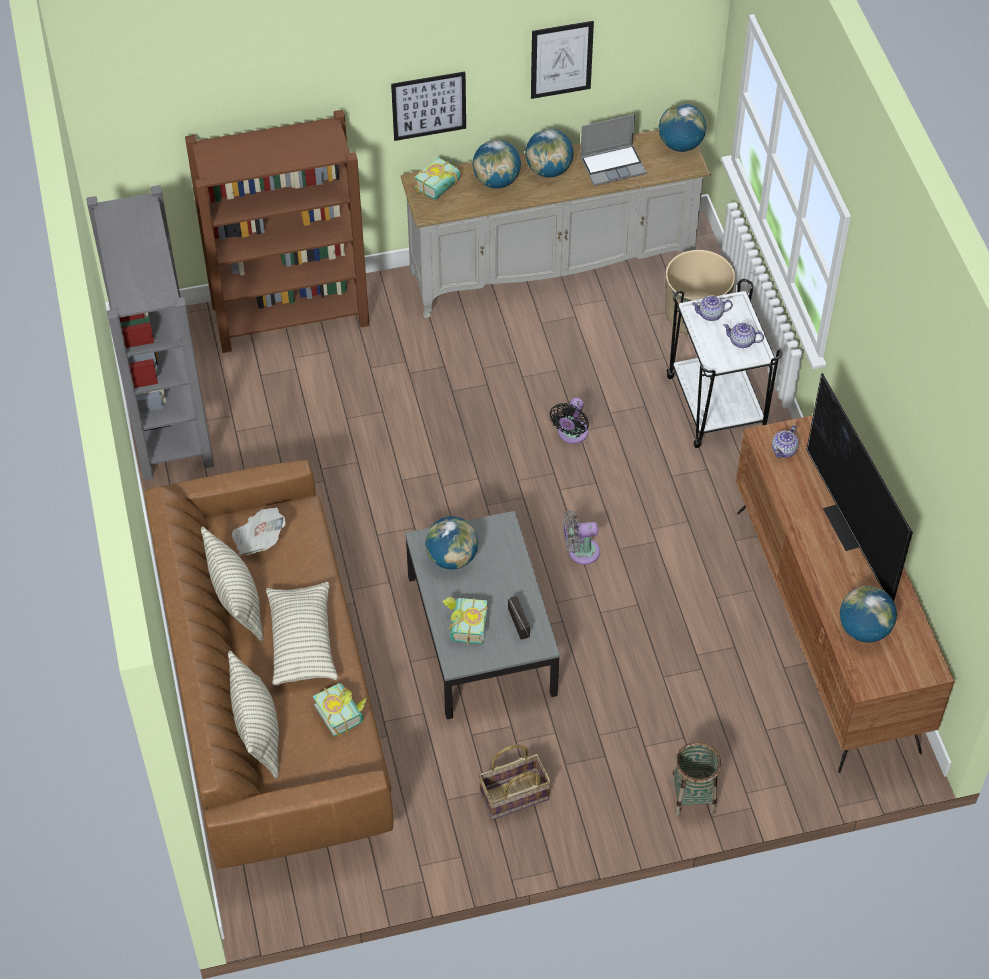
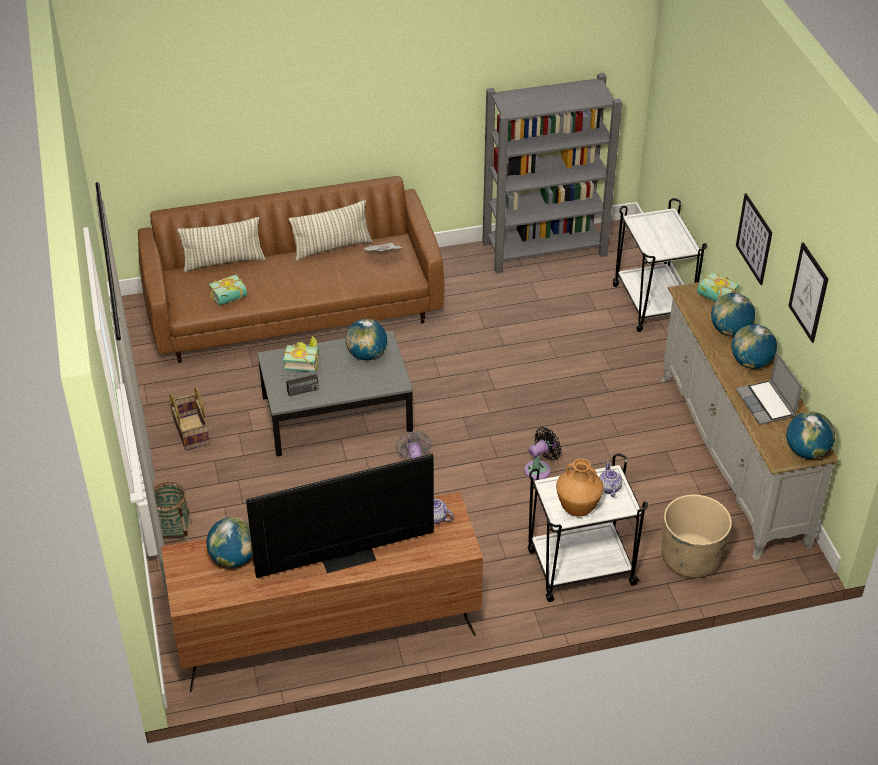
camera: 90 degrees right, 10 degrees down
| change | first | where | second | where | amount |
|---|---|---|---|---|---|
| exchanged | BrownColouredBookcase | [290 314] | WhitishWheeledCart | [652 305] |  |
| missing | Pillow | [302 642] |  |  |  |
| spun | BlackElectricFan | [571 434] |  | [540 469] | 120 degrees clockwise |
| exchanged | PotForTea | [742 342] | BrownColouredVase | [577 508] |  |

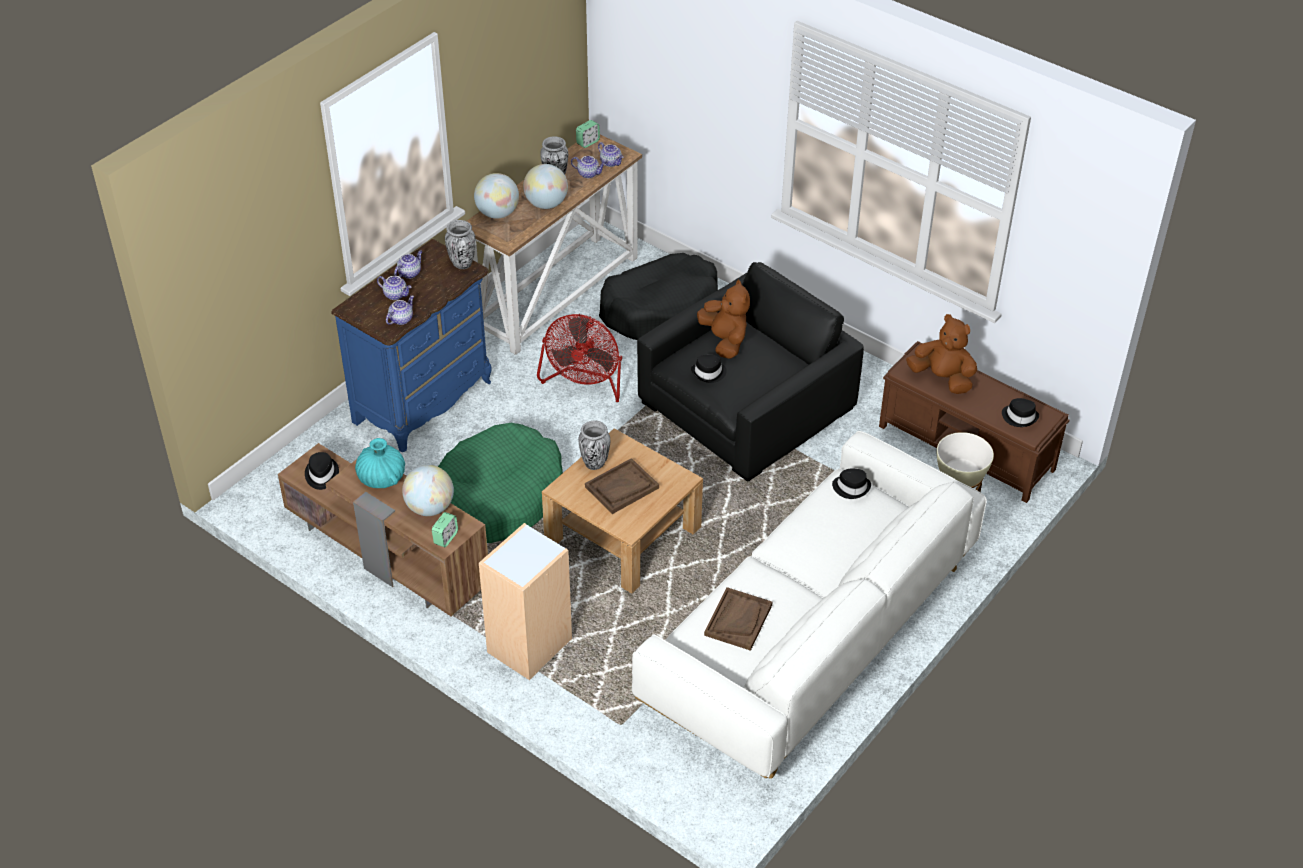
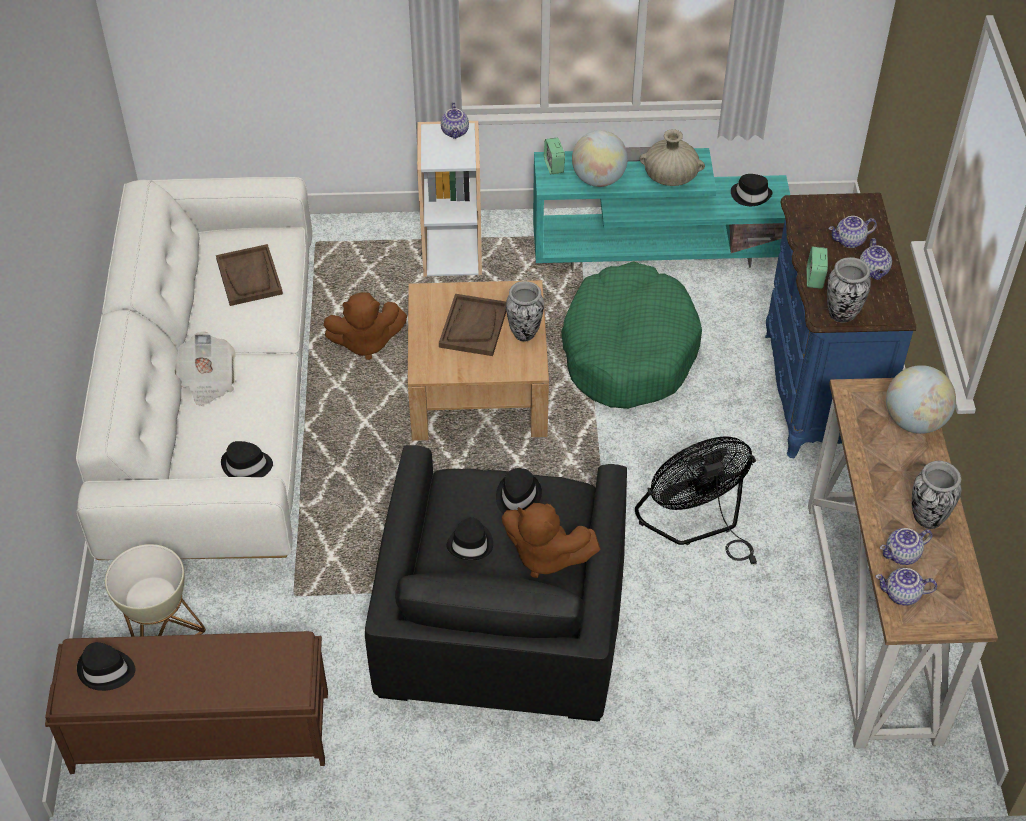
camera: 140 degrees right, 5 degrees up
| change | first | where | second | where | amount |
|---|---|---|---|---|---|
| colour | BrownColouredTvStand | [386 551] | TurquoiseColouredTvStand | [660 248] |  |
| colour | TurquoiseColouredVase | [382 478] | BeigeColouredVase | [670 177] |  |
| relocated | PotForTea | [401 319] |  | [455 132] |  |
| missing | WorldGlobe | [546 204] |  |  |  |
| colour | ReddishElectricFan | [583 380] | BlackElectricFan | [704 523] |  |
| relocated | AlarmClock | [588 142] |  | [814 278] |  |
| missing | BlackPetBed | [661 310] |  |  |  |
| relocated | BrownColouredPlushToy | [942 378] |  | [365 342] |  |
| appeared |  |  | DailyPaper | [208 381] |  |
| appeared |  |  | BlackHat | [471 543] |  |

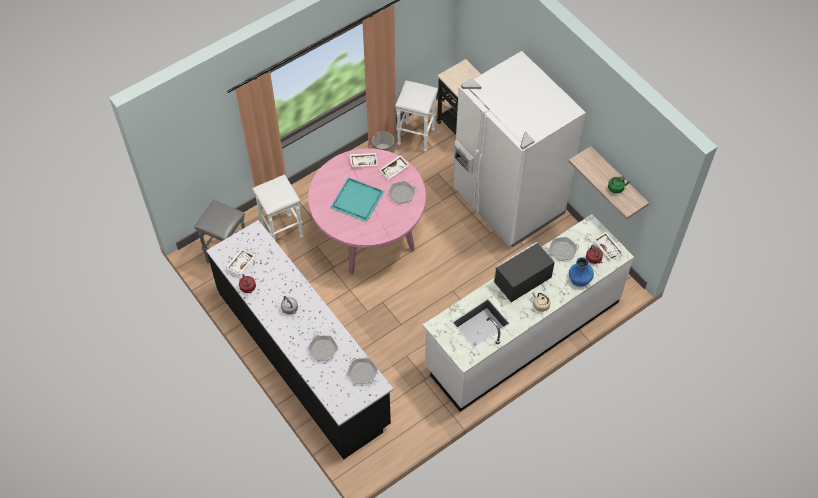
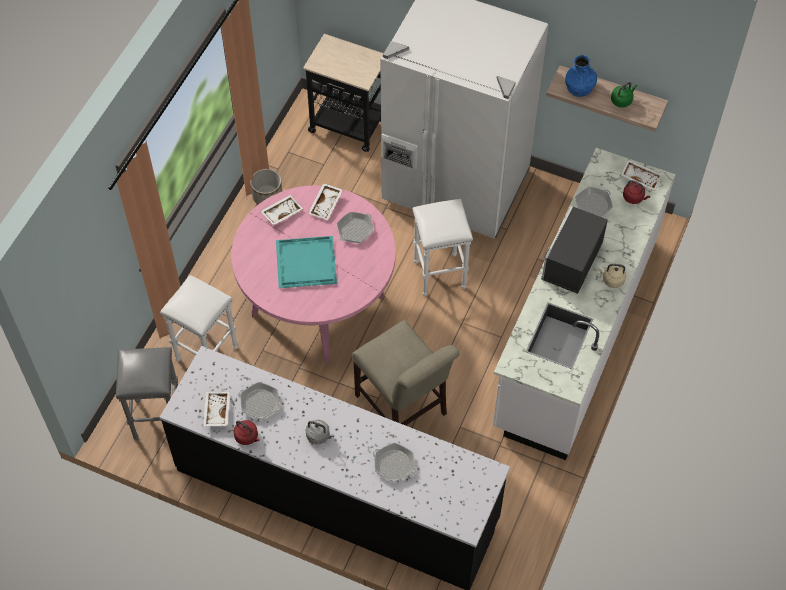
camera: 30 degrees left, 0 degrees up
| change | first | where | second | where | amount |
|---|---|---|---|---|---|
| relocated | FryingPan | [362 373] |  | [260 403] |  |
| relocated | WhitishSittingStool | [417 136] |  | [440 273] |  |
| relocated | BluishVase | [580 278] |  | [579 86] |  |
| appeared |  |  | BeigeColouredUprightChair | [403 409] |  |

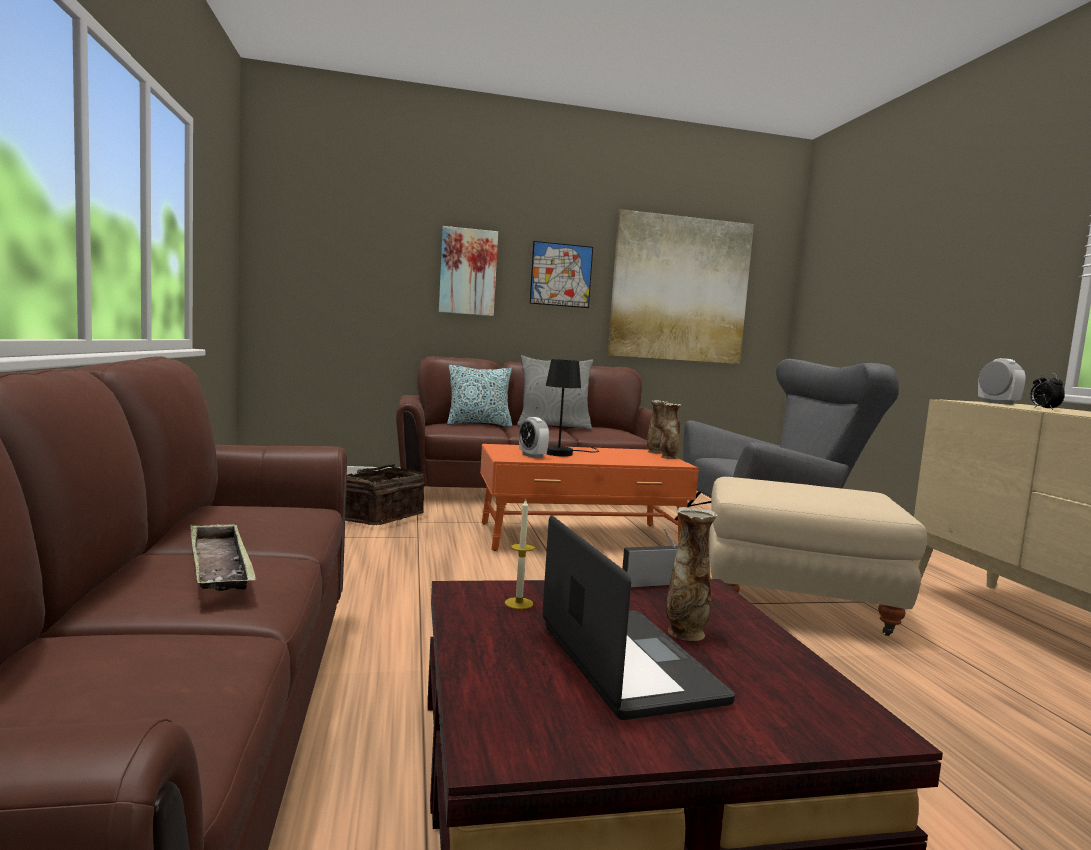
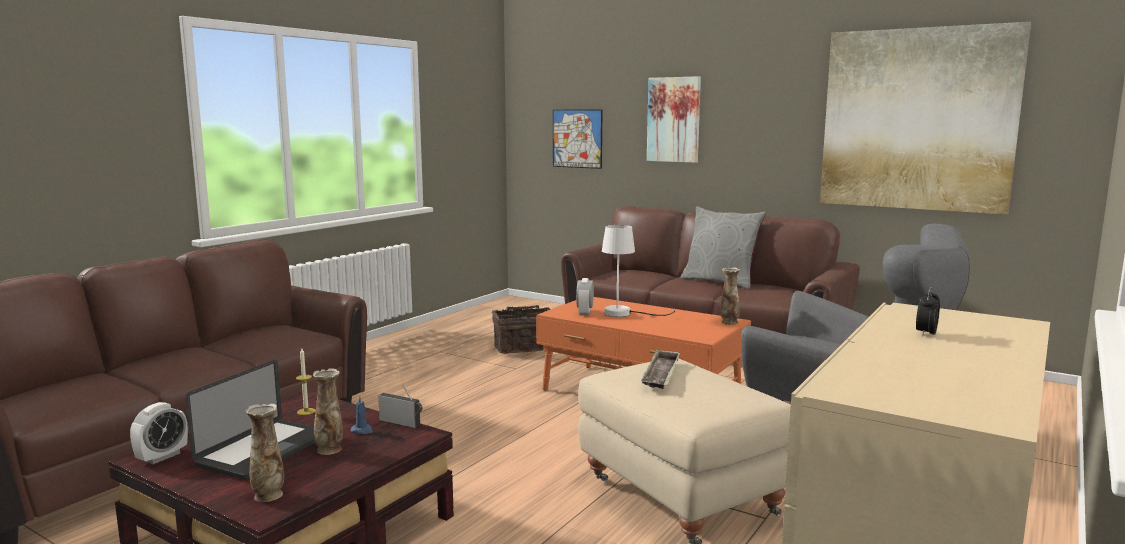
camera: 45 degrees right, 5 degrees up
| change | first | where | second | where | amount |
|---|---|---|---|---|---|
| relocated | CarryingTray | [219 565] |  | [661 374] |  |
| missing | Pillow | [478 424] |  |  |  |
| relocated | WallArt | [561 275] |  | [577 138] |  |
| colour | BlackTableLamp | [565 453] | WhitishTableLamp | [626 313] |  |
| relocated | Vase | [668 457] |  | [268 495] |  |
| relocated | AlarmClock | [997 403] |  | [162 457] |  |
| appeared |  |  | BluishWaxCandle | [362 431] |  |

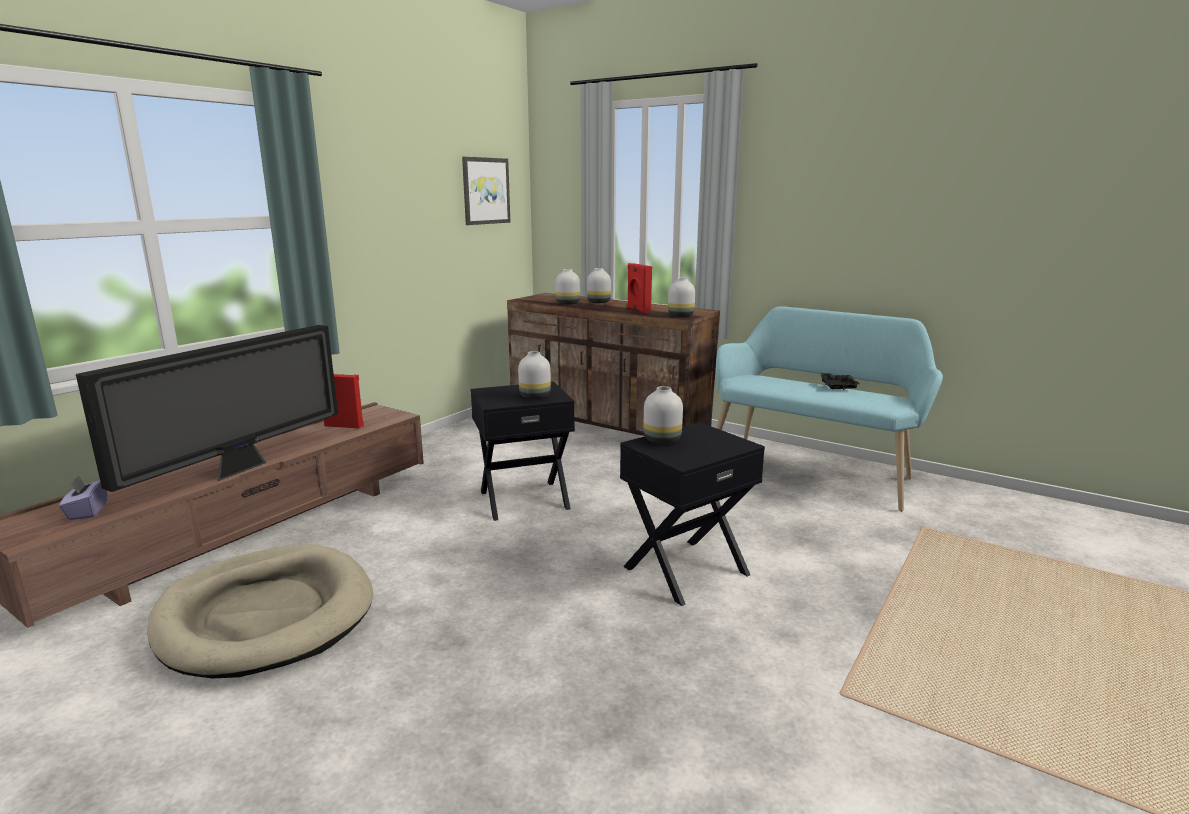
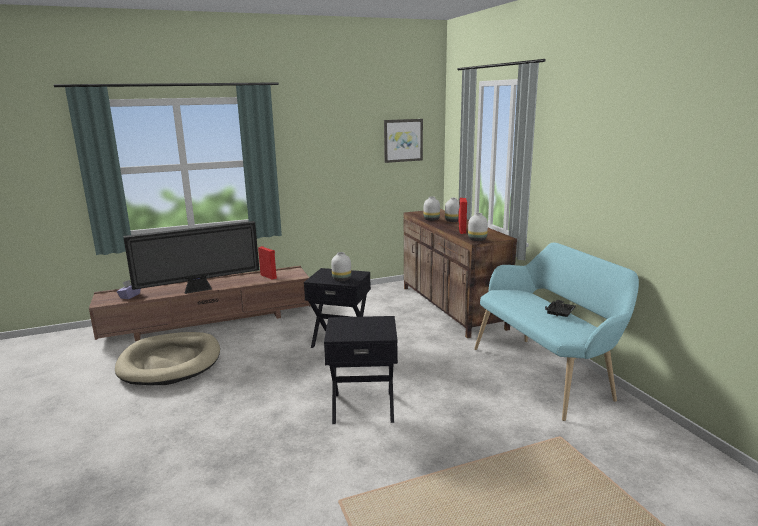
camera: 35 degrees right, 0 degrees up
| change | first | where | second | where | amount |
|---|---|---|---|---|---|
| missing | WhitishVase | [663 440] |  |  |  |

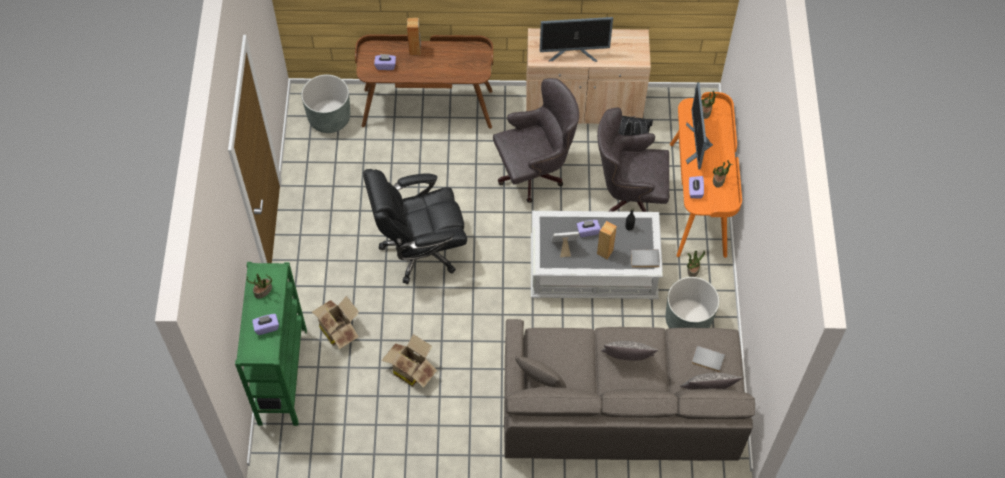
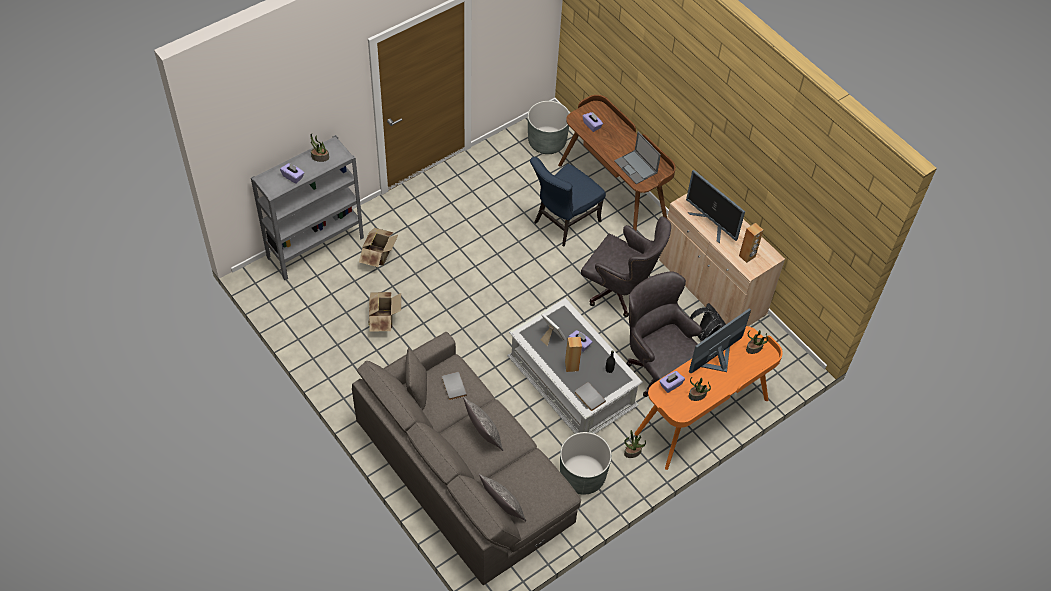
camera: 50 degrees right, 5 degrees down
| change | first | where | second | where | amount |
|---|---|---|---|---|---|
| colour | GreenColouredBookcase | [282 376] | GreyBookcase | [315 247] |  |
| missing | BlackOfficeChair | [420 249] |  |  |  |
| relocated | BrownColouredLoudspeaker | [415 50] |  | [747 256] |  |
| relocated | GreyVolume | [707 360] |  | [453 387] |  |
| appeared |  |  | BluishUprightChair | [563 223] |  |
| appeared |  |  | NotebookComputer | [636 167] |  |

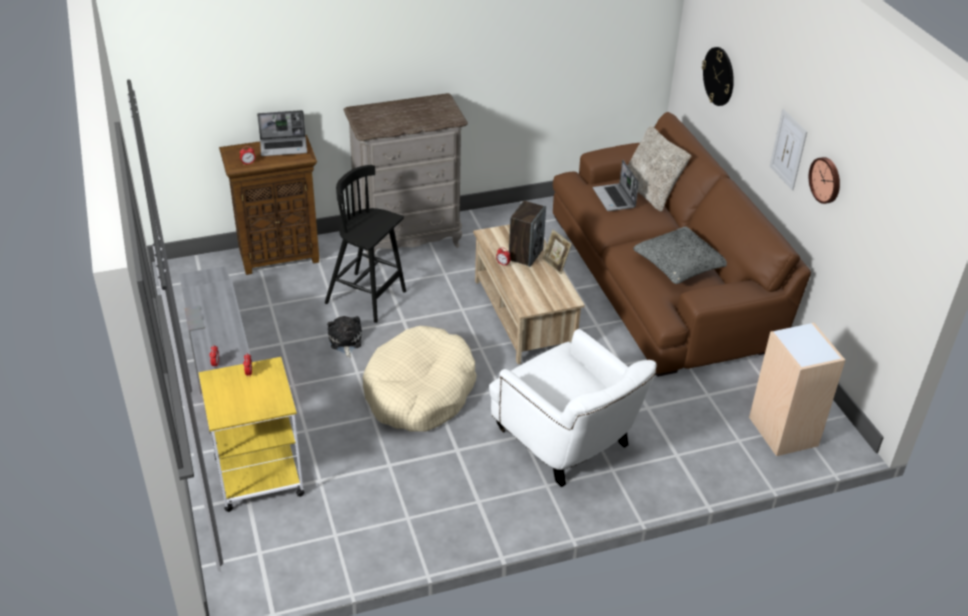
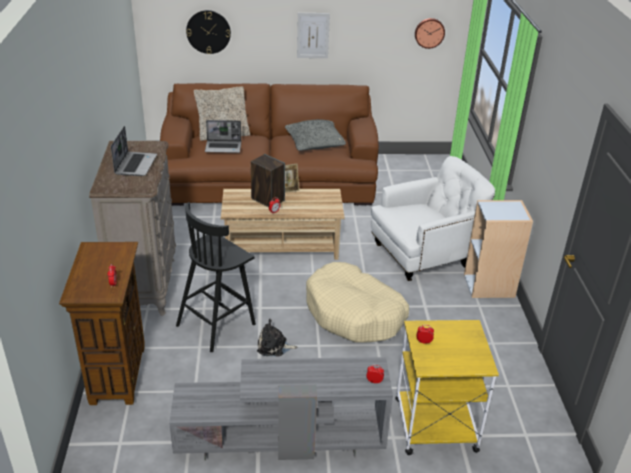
camera: 75 degrees left, 5 degrees down
| change | first | where | second | where | amount |
|---|---|---|---|---|---|
| relocated | NotebookComputer | [284 147] |  | [135 164] |  |
| relocated | Bookcase | [783 432] |  | [489 286] |  |
| relocated | WallClock | [826 180] |  | [429 32] |  |

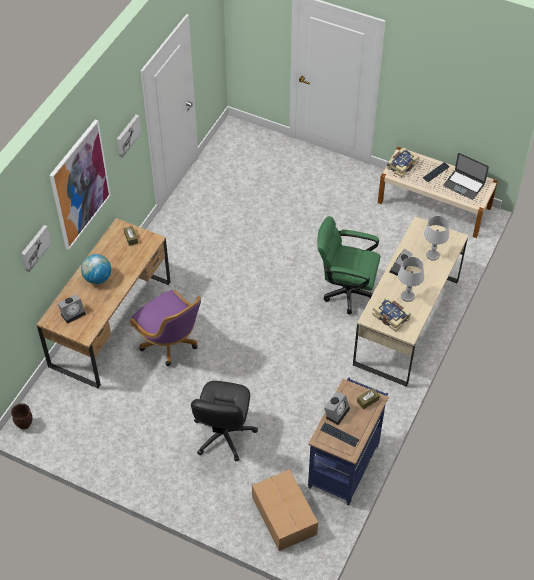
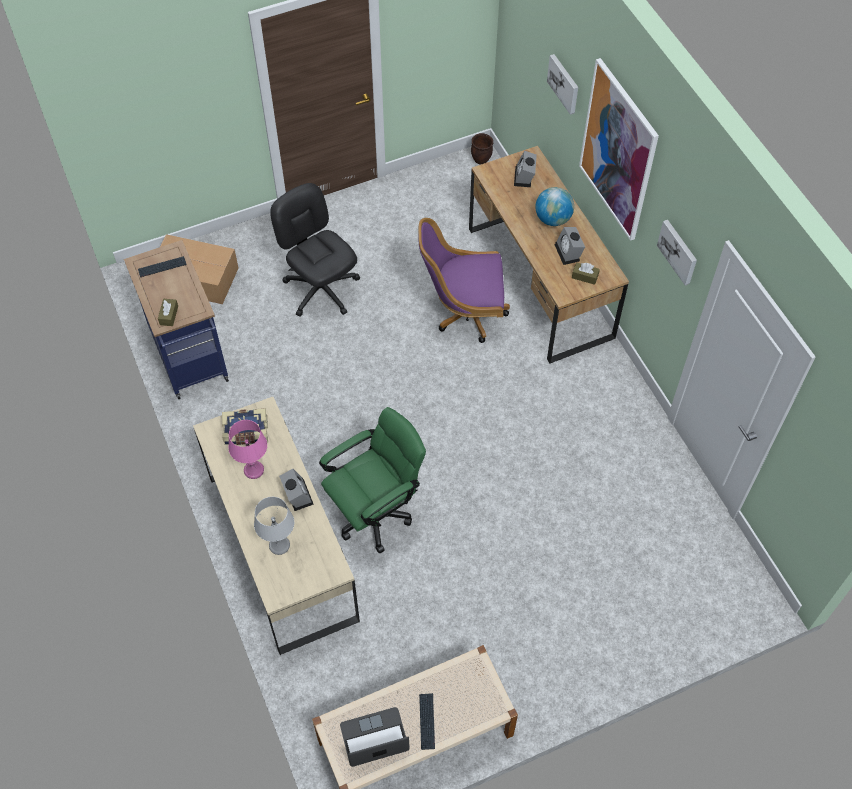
camera: 130 degrees right, 5 degrees up
| change | first | where | second | where | amount |
|---|---|---|---|---|---|
| relocated | AlarmClock | [337 412] |  | [569 253] |  |
| missing | Volume | [401 165] |  |  |  |
| colour | GreyTableLamp | [407 296] | PinkTableLamp | [254 470] |  |

